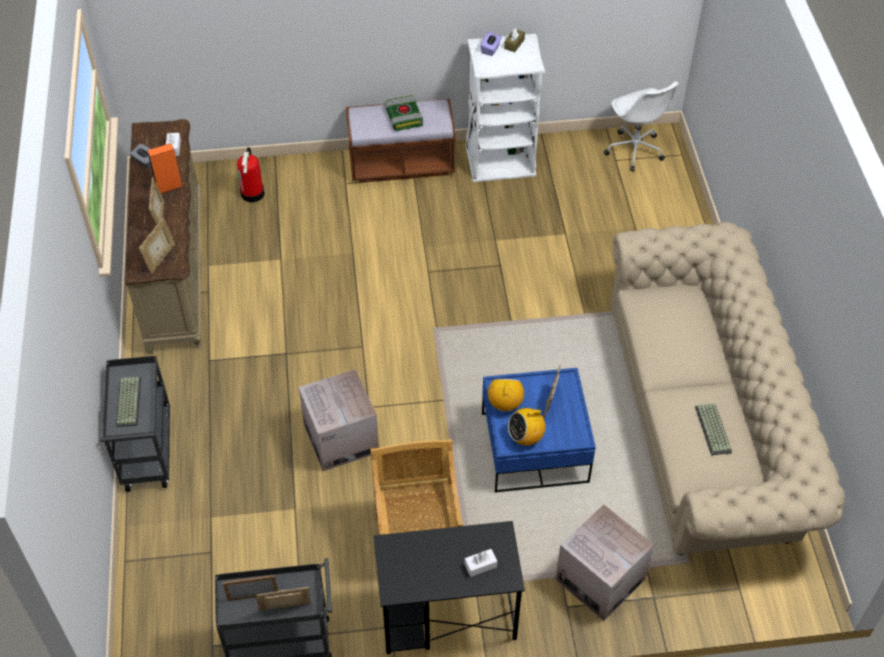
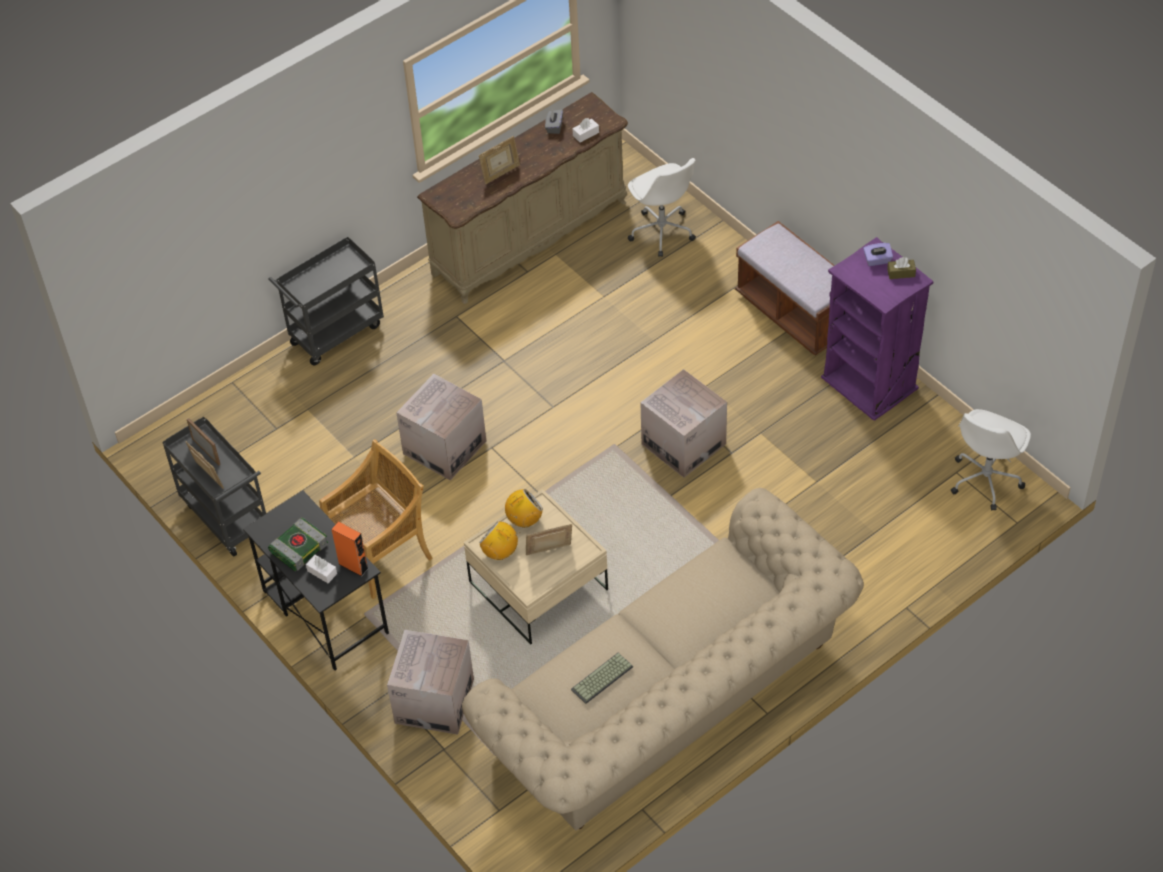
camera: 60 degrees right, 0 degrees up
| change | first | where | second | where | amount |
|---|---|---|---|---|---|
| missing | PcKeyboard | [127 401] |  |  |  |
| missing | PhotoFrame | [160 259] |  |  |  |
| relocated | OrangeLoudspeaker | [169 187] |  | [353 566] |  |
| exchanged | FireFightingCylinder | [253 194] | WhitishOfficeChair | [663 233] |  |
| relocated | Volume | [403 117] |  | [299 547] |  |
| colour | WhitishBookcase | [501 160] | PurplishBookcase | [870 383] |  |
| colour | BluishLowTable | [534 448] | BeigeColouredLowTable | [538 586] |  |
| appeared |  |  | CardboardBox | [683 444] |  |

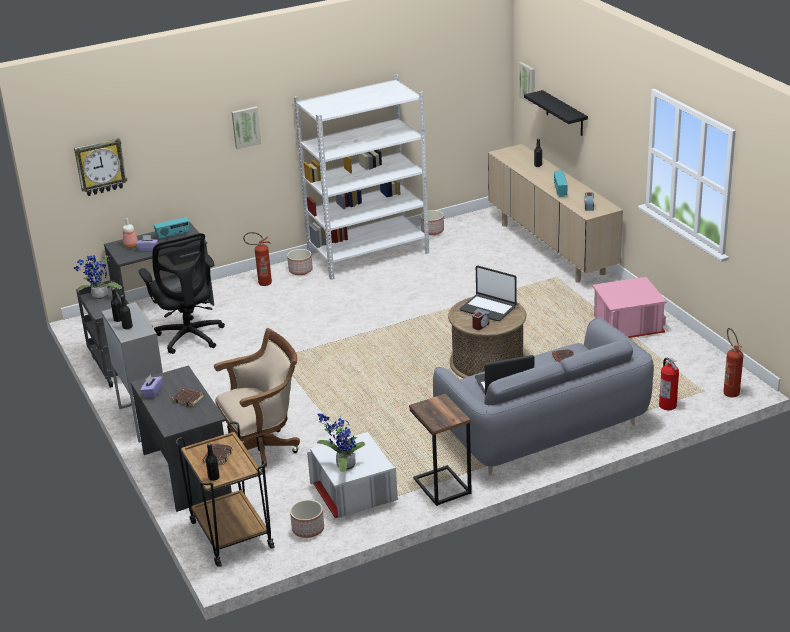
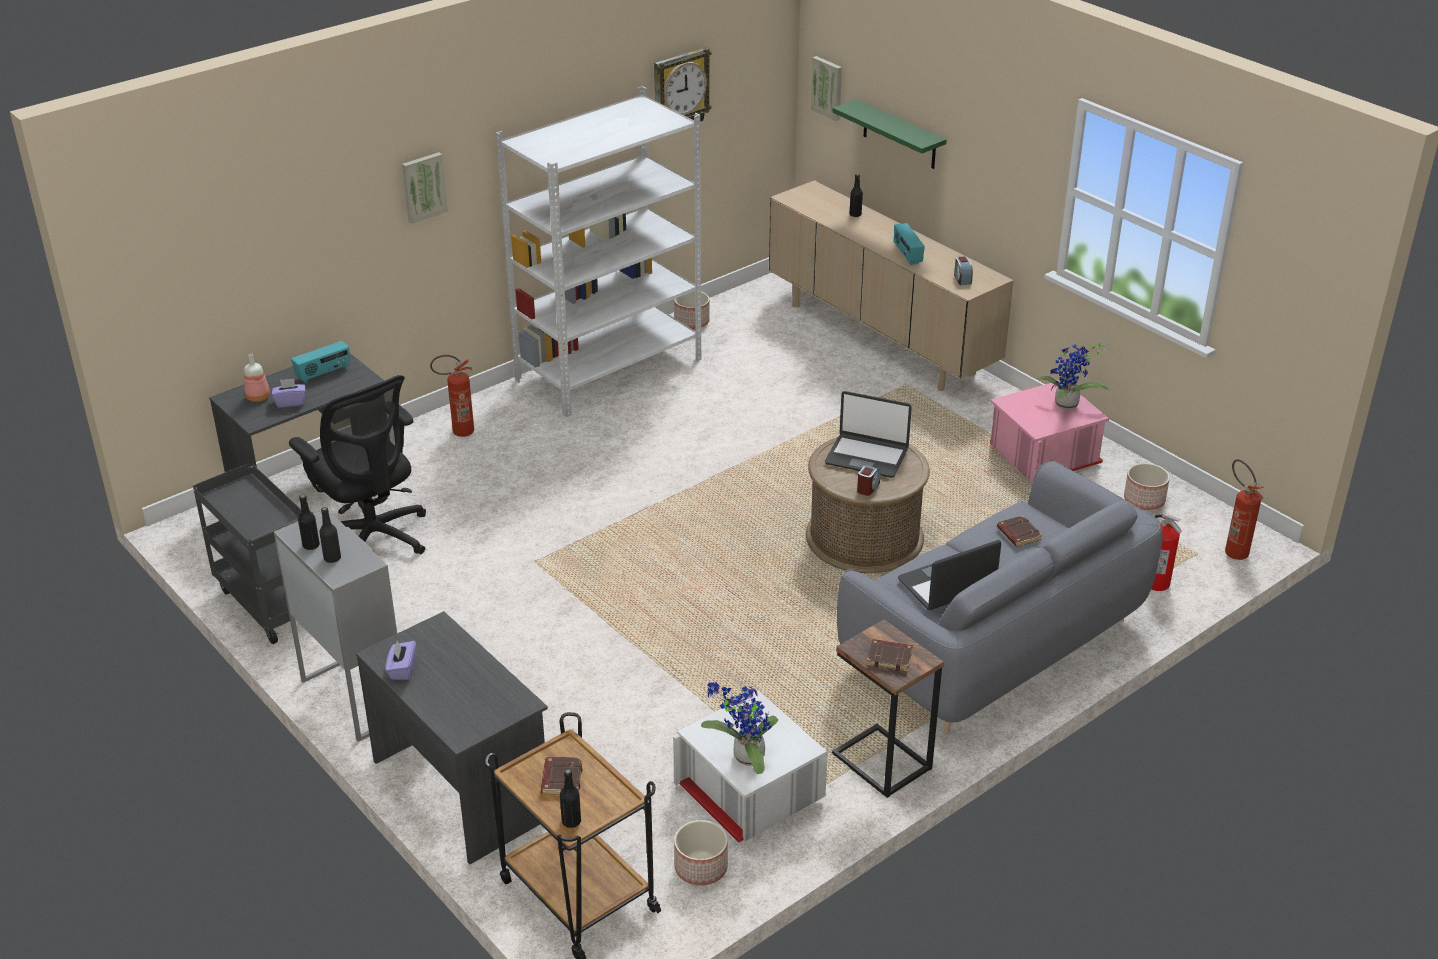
camera: 15 degrees left, 5 degrees up
| change | first | where | second | where | amount |
|---|---|---|---|---|---|
| relocated | WallClock | [100 167] |  | [680 90] |  |
| relocated | PlantInAPot | [99 298] |  | [1067 406] |  |
| relocated | BrownColouredVolume | [188 399] |  | [890 658] |  |
| missing | OfficeChair | [264 449] |  |  |  |
| relocated | FlowerPot | [300 270] |  | [1143 500] |  |
| colour | BlackShelf | [564 113] | GreenColouredShelf | [899 135] |  |

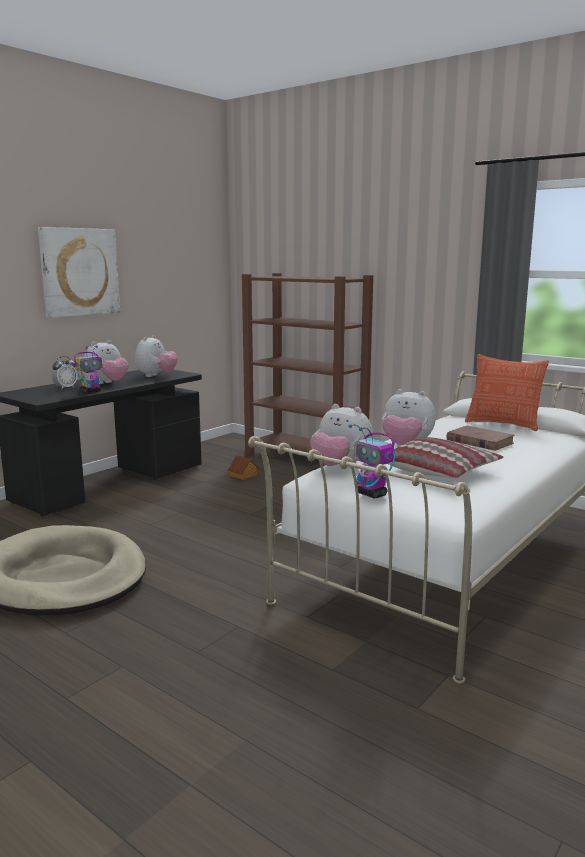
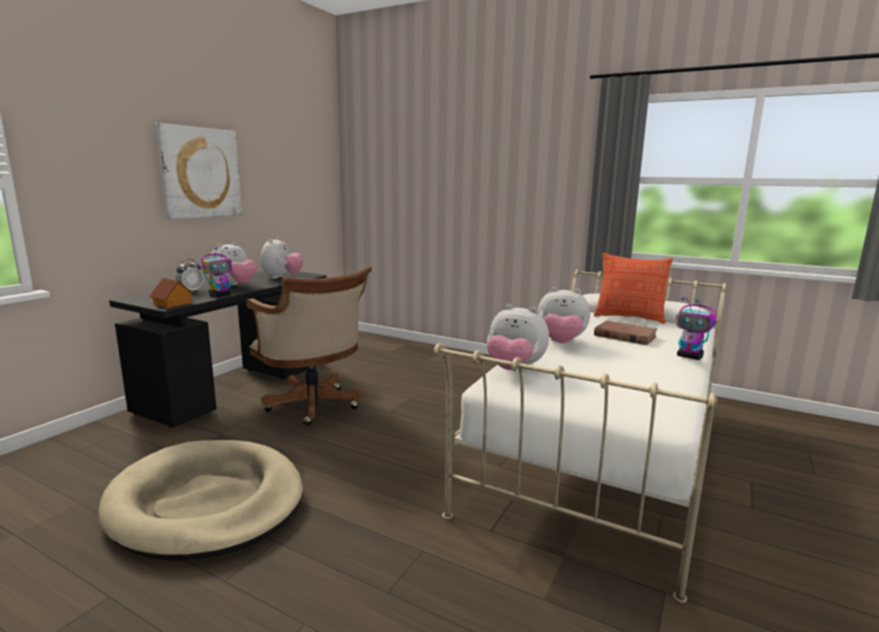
camera: 10 degrees left, 0 degrees up
| change | first | where | second | where | amount |
|---|---|---|---|---|---|
| relocated | ToyHouse | [243 475] |  | [173 304] |  |
| missing | BrownColouredBookcase | [305 459] |  |  |  |
| relocated | ModelRobot | [371 494] |  | [690 357] |  |
| missing | Pillow | [440 472] |  |  |  |
| appeared |  |  | OfficeChair | [315 406] |  |

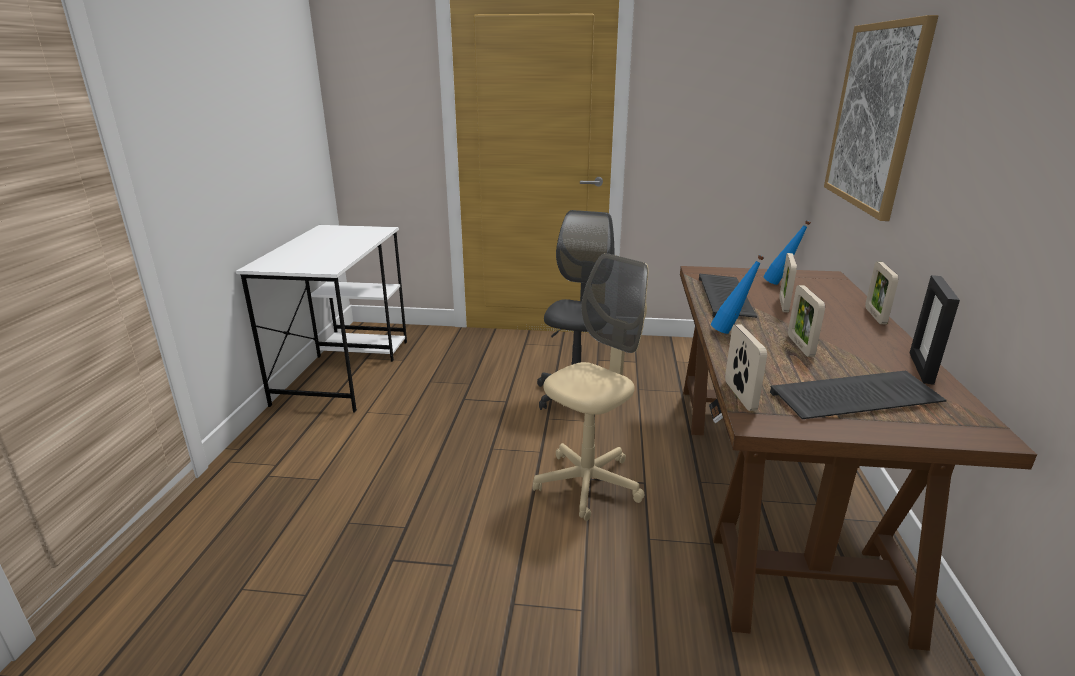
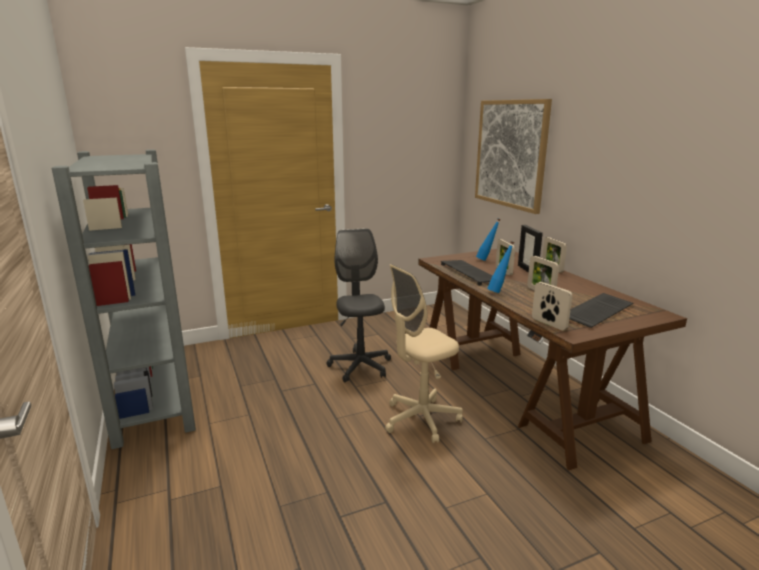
camera: 30 degrees left, 5 degrees down
| change | first | where | second | where | amount |
|---|---|---|---|---|---|
| exchanged | WhitishDeskTable | [345 370] | GreyBookcase | [153 397] |  |
| spun | BeigeColouredOfficeChair | [588 484] |  | [421 419] | 135 degrees counterclockwise |
| relocated | PhotoFrame | [923 368] |  | [528 270] |  |

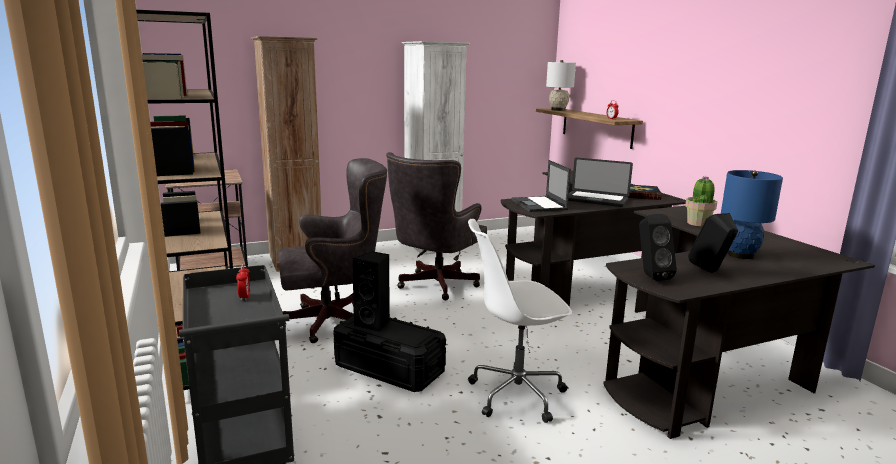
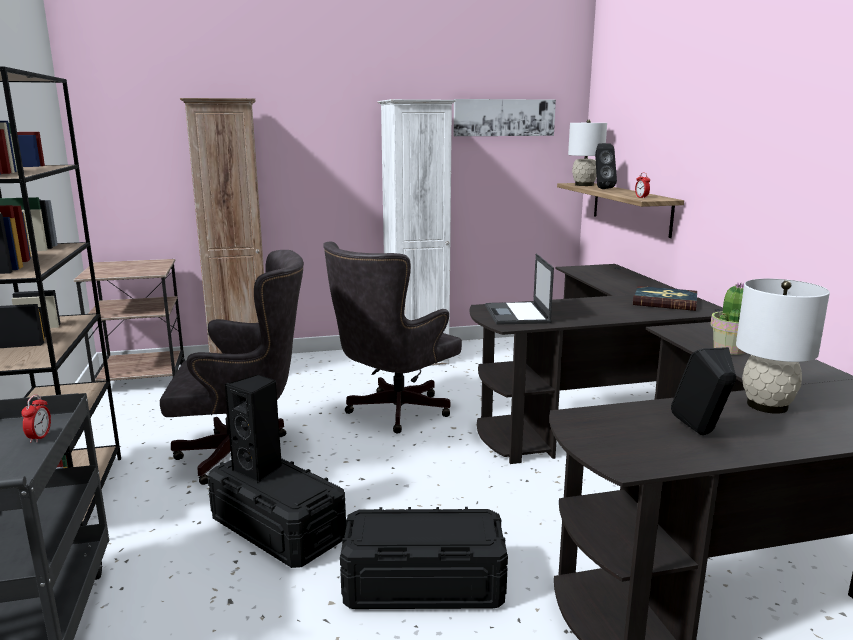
camera: 10 degrees right, 0 degrees up
| change | first | where | second | where | amount |
|---|---|---|---|---|---|
| exchanged | WhitishOfficeChair | [514 395] | BlackStorageBox | [423 585] |  |
| missing | NotebookComputer | [596 200] |  |  |  |
| relocated | BlackLoudspeaker | [650 276] |  | [601 189] |  |
| colour | BluishTableLamp | [740 255] | WhitishTableLamp | [766 405] |  |
| appeared |  |  | WallArt | [504 117] |  |

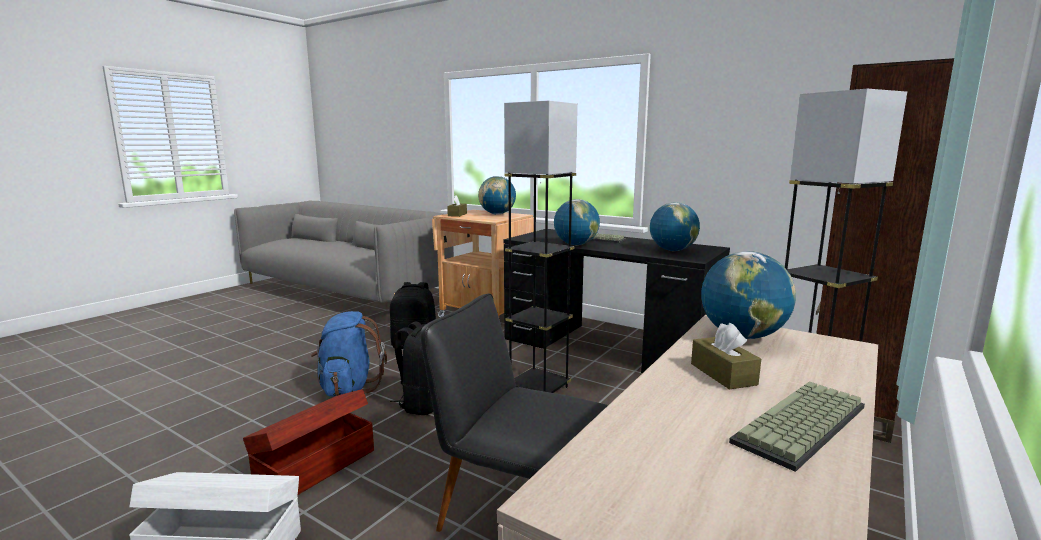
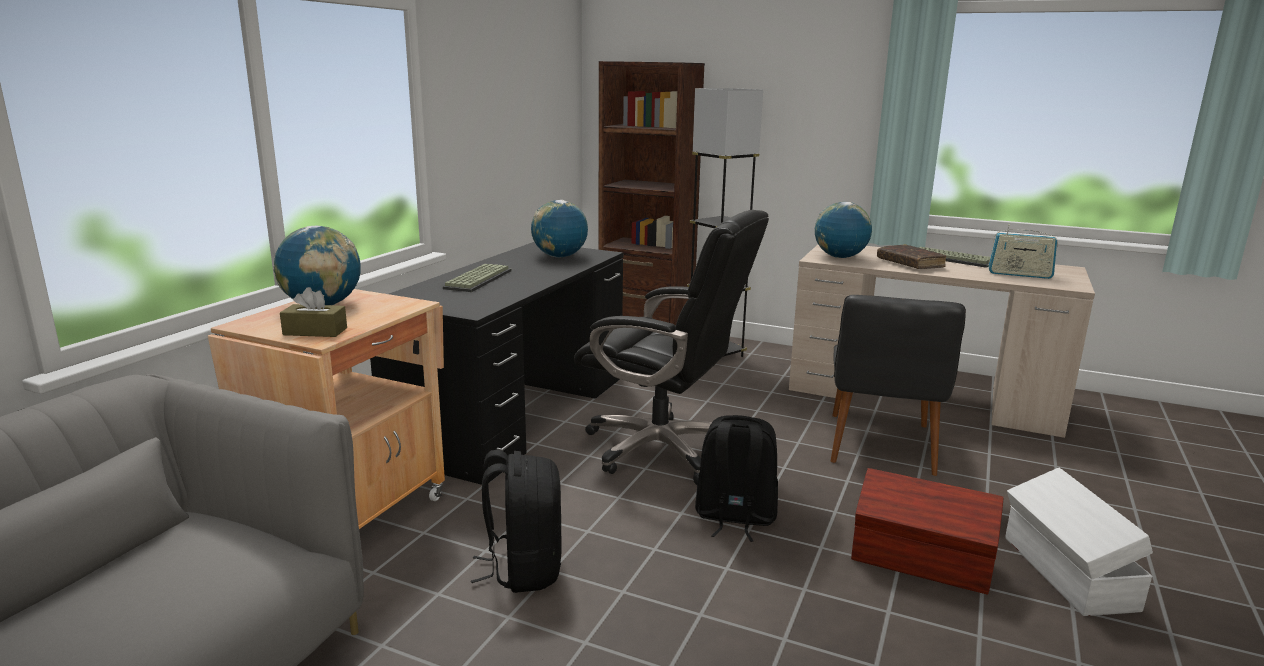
camera: 100 degrees left, 5 degrees up
| change | first | where | second | where | amount |
|---|---|---|---|---|---|
| missing | BluishKnapsack | [348 388] |  |  |  |
| exchanged | GreyFloorLamp | [538 389] | BlackOfficeChair | [662 449] |  |
| missing | WorldGlobe | [576 245] |  |  |  |
| exchanged | BrownColouredTissueHolder | [723 374] | BrownColouredVolume | [910 264] |  |
| appeared |  |  | Radio | [1019 274] |  |

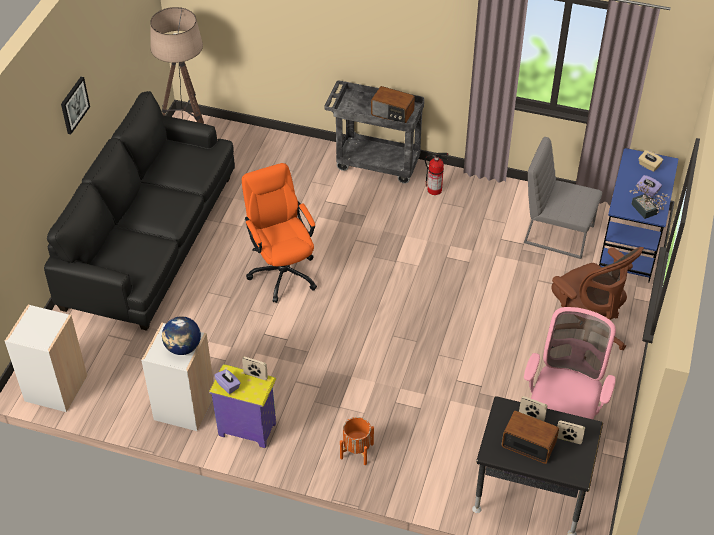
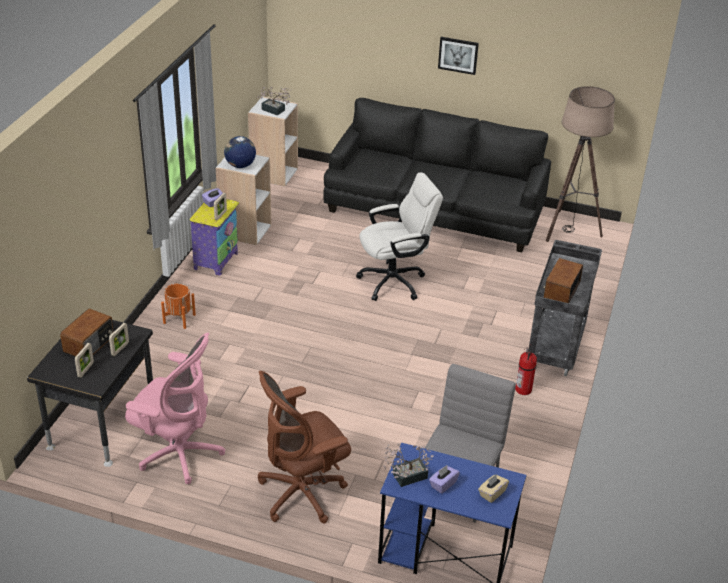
camera: 90 degrees right, 10 degrees down
| change | first | where | second | where | amount |
|---|---|---|---|---|---|
| colour | OrangeOfficeChair | [282 273] | WhitishOfficeChair | [395 282] |  |
| appeared |  |  | PlantInAPot | [275 111] |  |

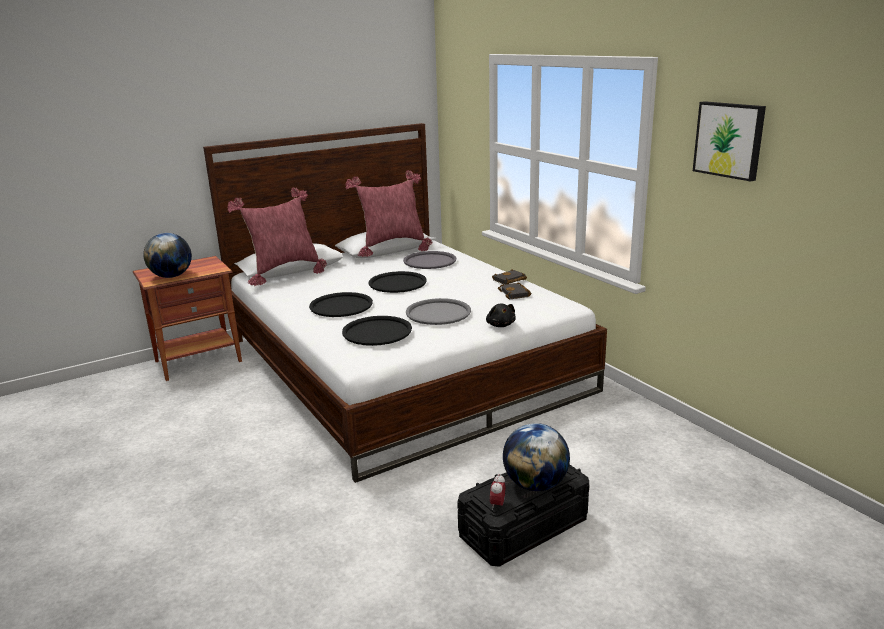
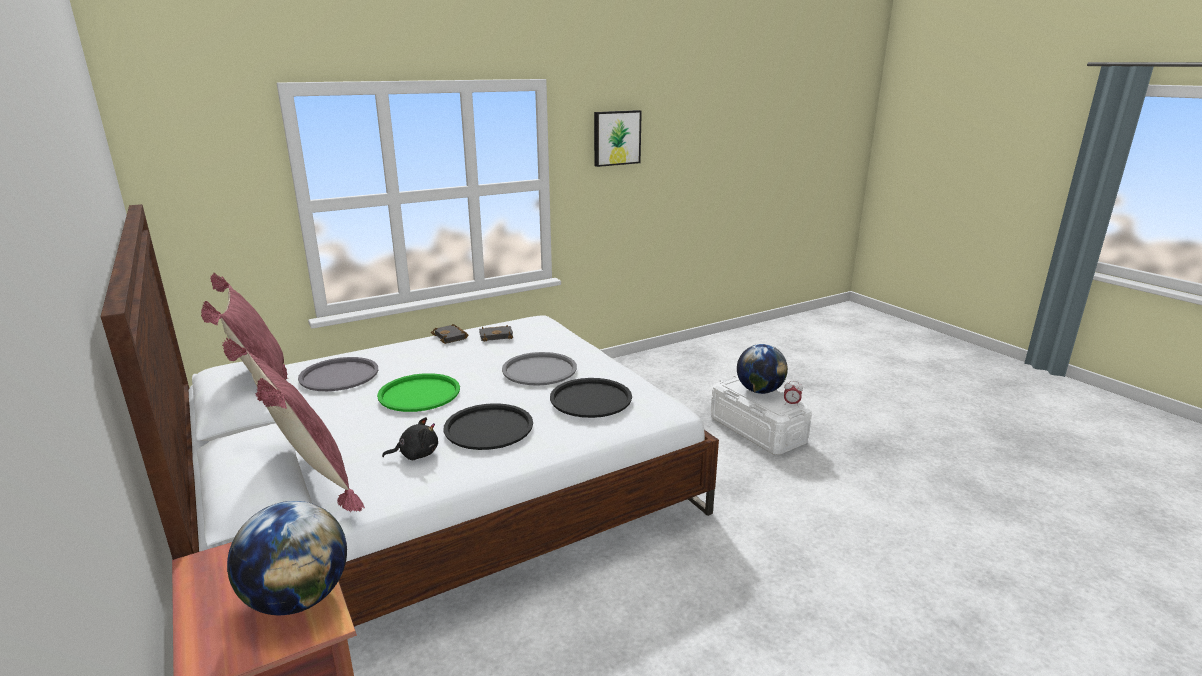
camera: 90 degrees left, 0 degrees up
| change | first | where | second | where | amount |
|---|---|---|---|---|---|
| colour | BlackCarryingTray | [397 283] | GreenColouredCarryingTray | [419 394] |  |
| colour | BlackStorageBox | [524 528] | WhitishStorageBox | [757 430] |  |
| relocated | BlackPlushToy | [500 325] |  | [416 454] |  |

